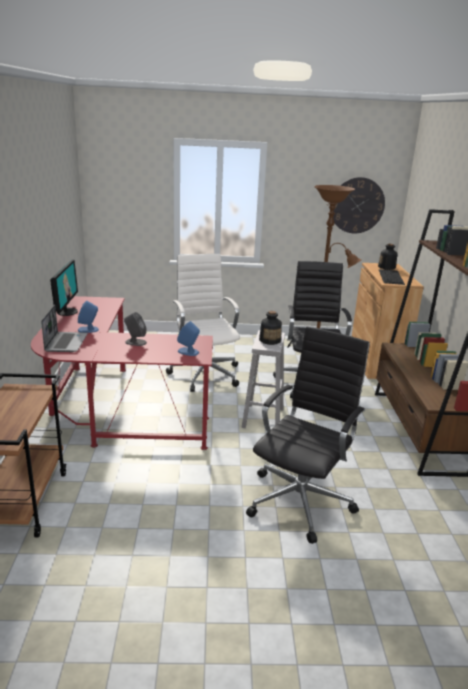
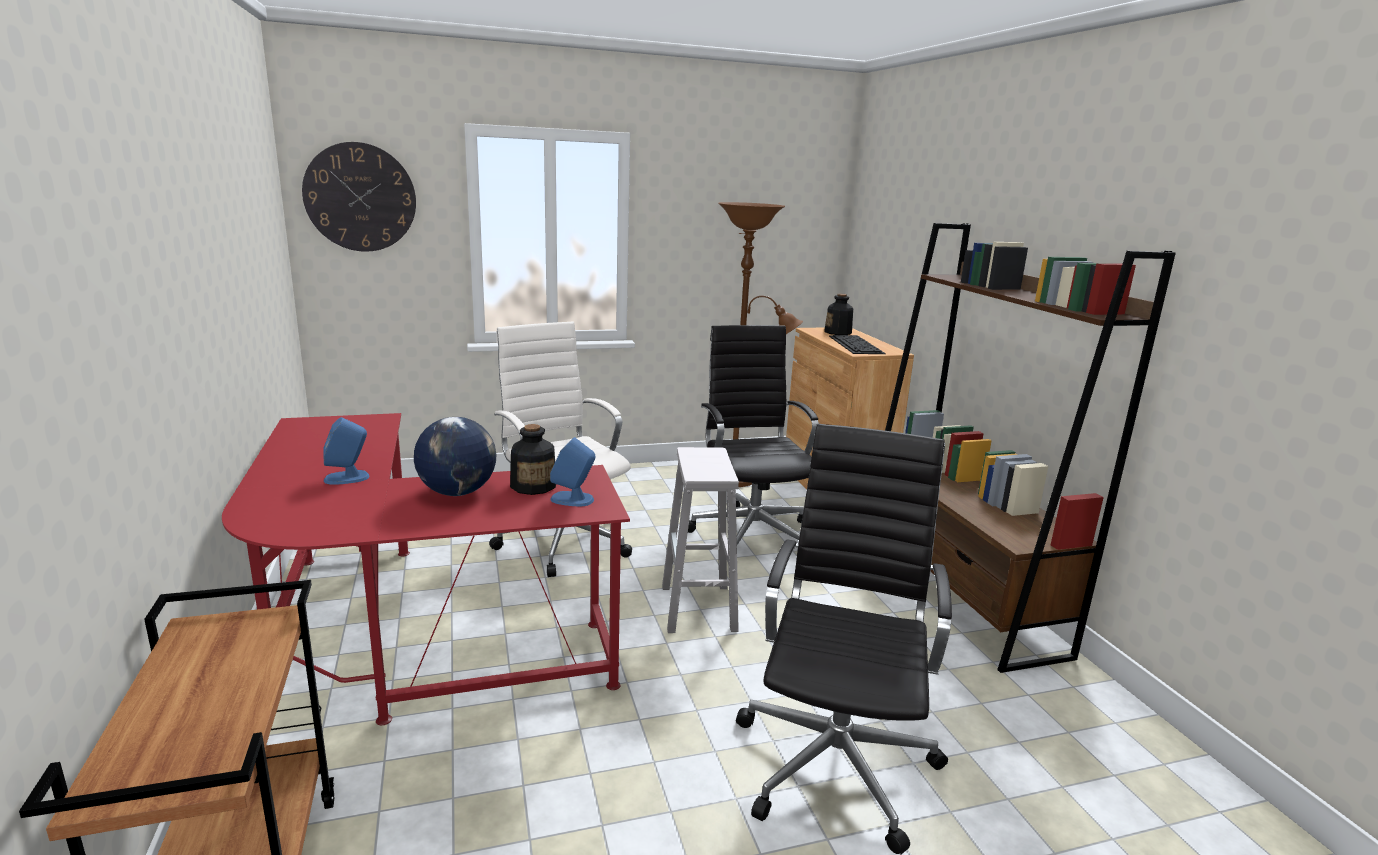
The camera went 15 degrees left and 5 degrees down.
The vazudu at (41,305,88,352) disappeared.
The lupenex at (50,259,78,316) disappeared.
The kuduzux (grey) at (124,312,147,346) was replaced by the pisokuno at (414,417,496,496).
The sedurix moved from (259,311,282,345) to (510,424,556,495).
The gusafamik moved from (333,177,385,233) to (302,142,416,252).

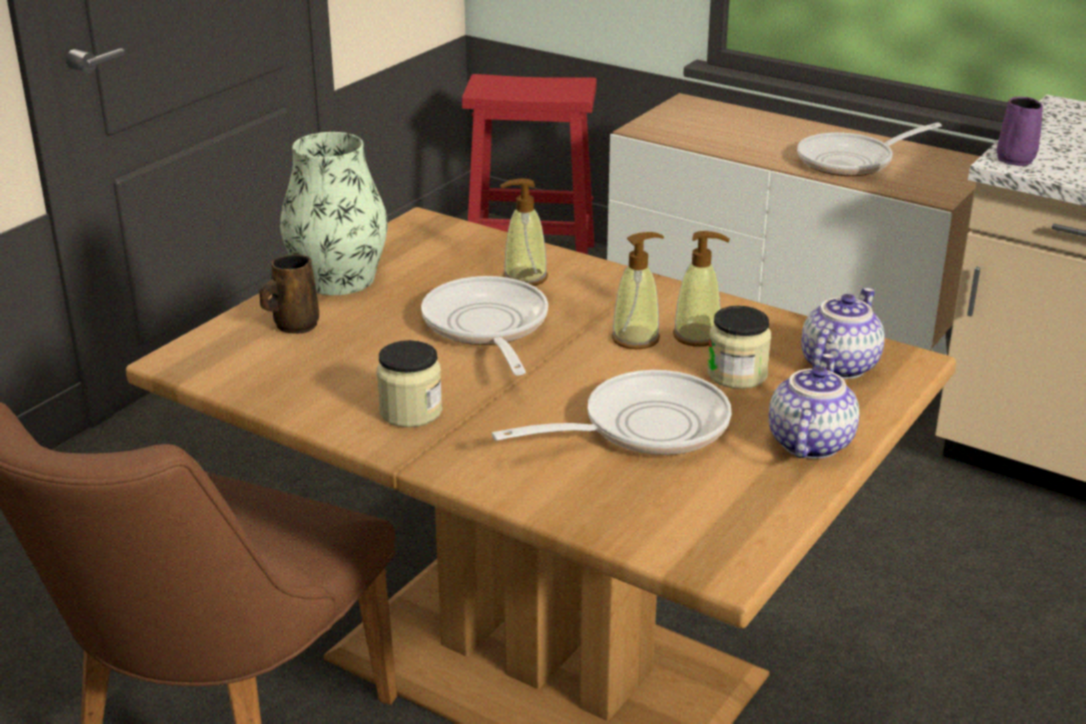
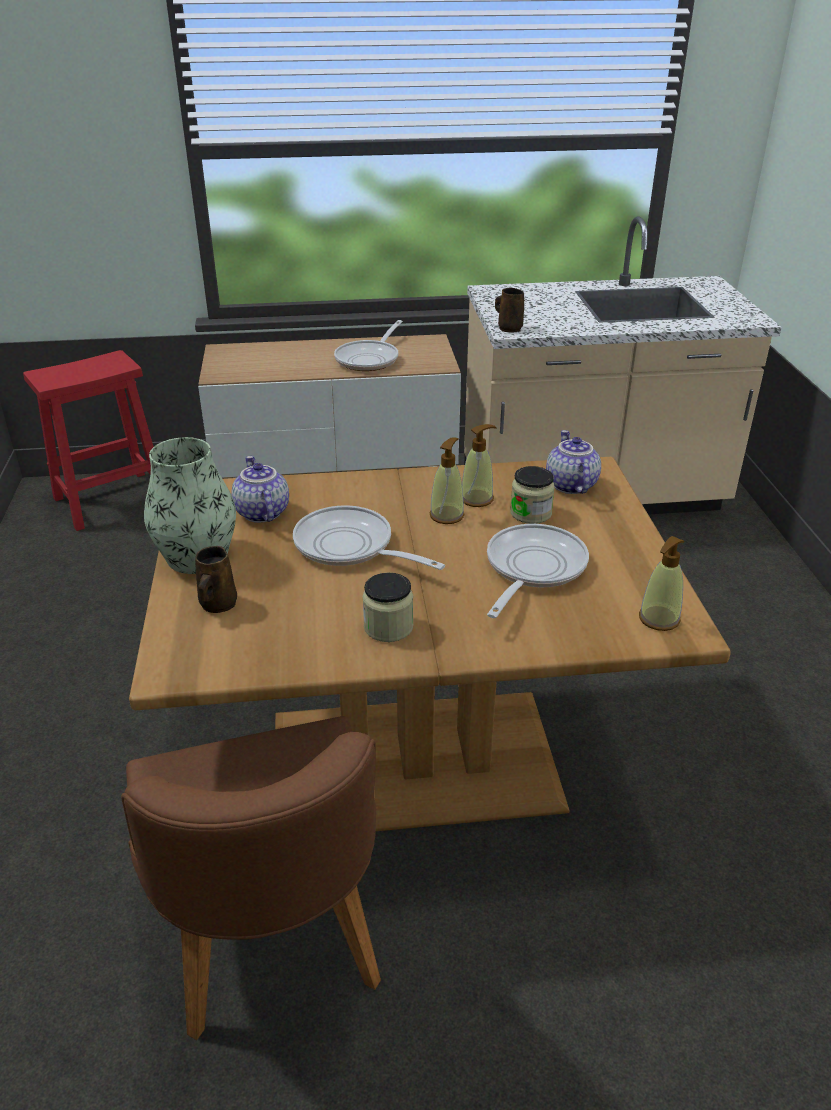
The camera went 40 degrees left and 5 degrees up.
The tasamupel moved from (500,178,548,286) to (639,536,684,631).
The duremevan moved from (769,353,859,459) to (231,456,289,523).
The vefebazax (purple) at (997,97,1043,166) became the vefebazax (brown) at (495,287,524,332).

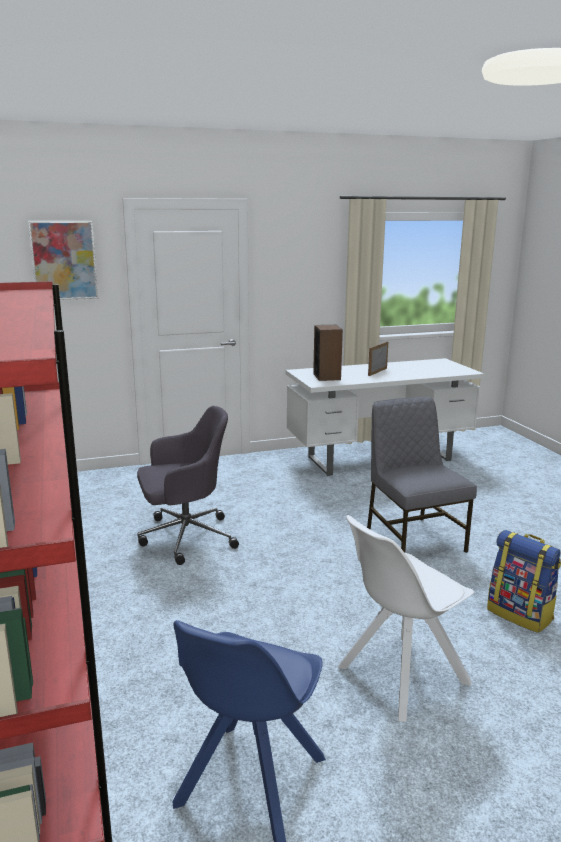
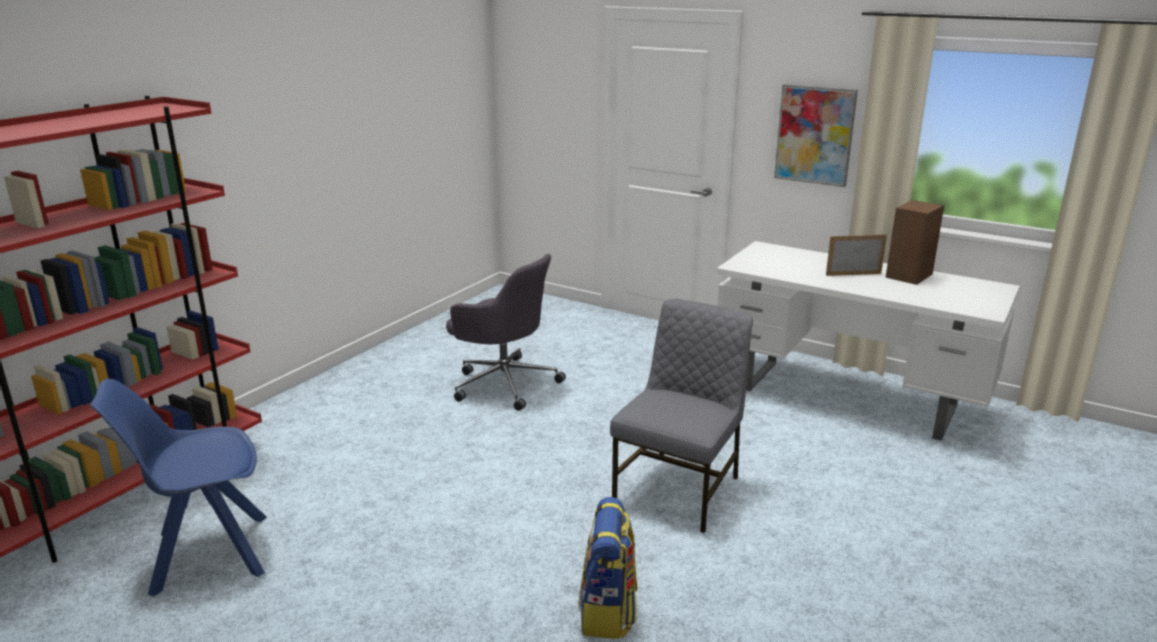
The camera went 50 degrees right and 5 degrees up.
The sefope moved from (28,221,98,300) to (774,84,858,187).
The kuduzux moved from (313,325,343,381) to (886,200,944,285).
The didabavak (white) at (338,515,474,722) disappeared.

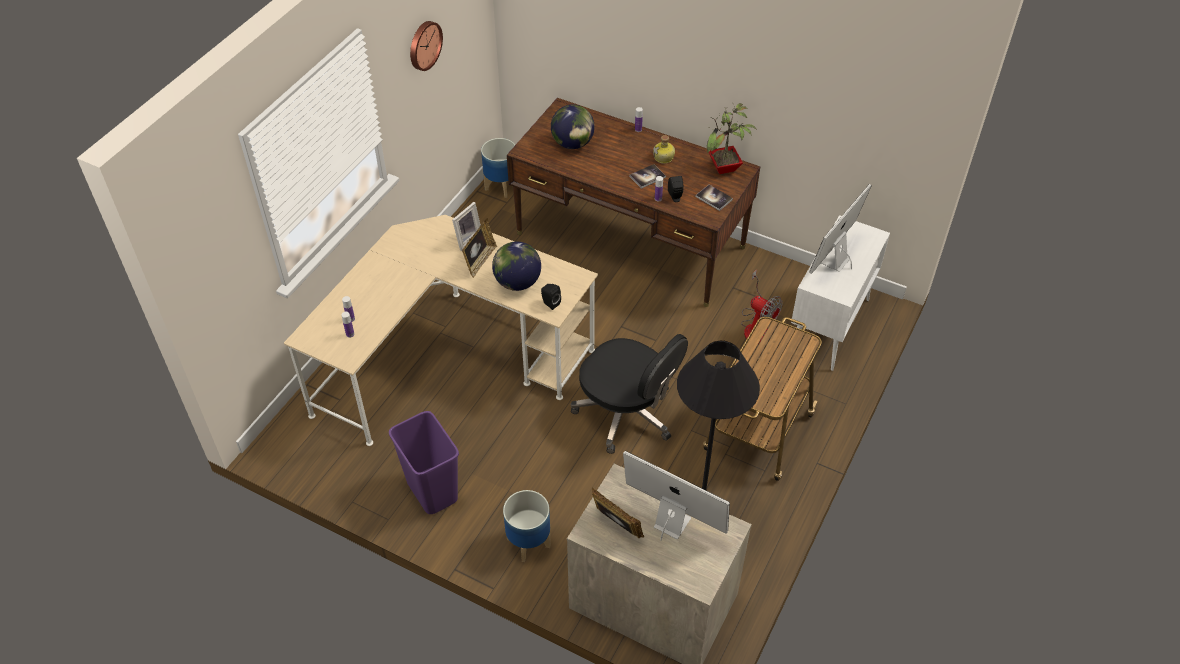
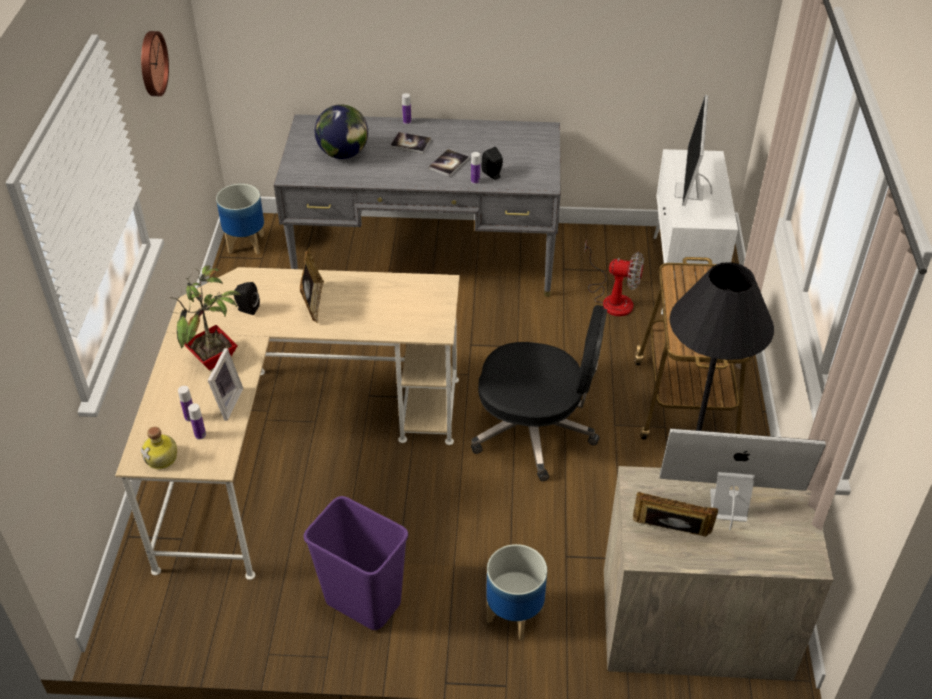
The camera went 25 degrees left and 5 degrees down.
The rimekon moved from (452,202,481,251) to (208,348,243,421).
The pisokuno at (492,242,541,291) disappeared.
The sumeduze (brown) at (507,98,760,307) became the sumeduze (grey) at (274,114,560,297).
The kuduzux (black) moved from (541,284,561,310) to (234,282,260,315).
The sedurix moved from (653,135,675,164) to (141,427,177,469).
The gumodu moved from (696,185,733,211) to (390,132,431,154).
The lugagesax moved from (707,102,757,174) to (169,265,242,370).

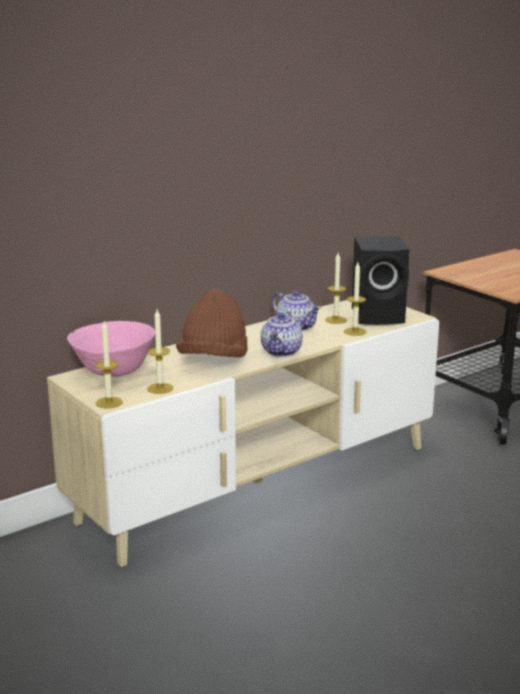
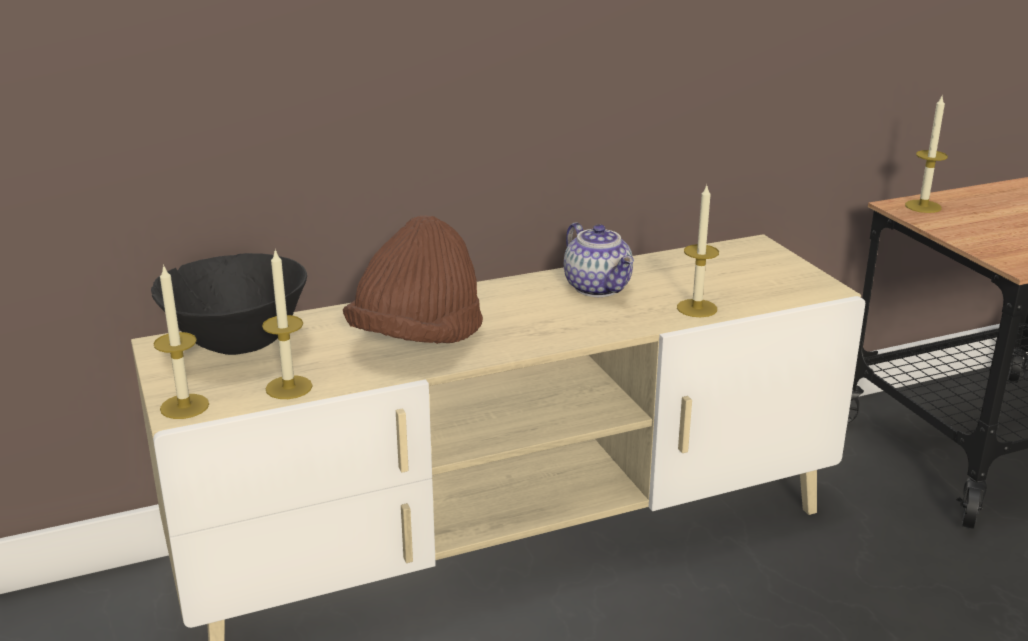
The camera went 15 degrees right and 5 degrees up.
The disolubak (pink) at (67,321,155,377) became the disolubak (black) at (151,253,307,355).
The duremevan at (261,312,303,357) disappeared.
The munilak moved from (325,253,347,324) to (905,94,948,213).
The kuduzux (black) at (352,236,409,325) disappeared.

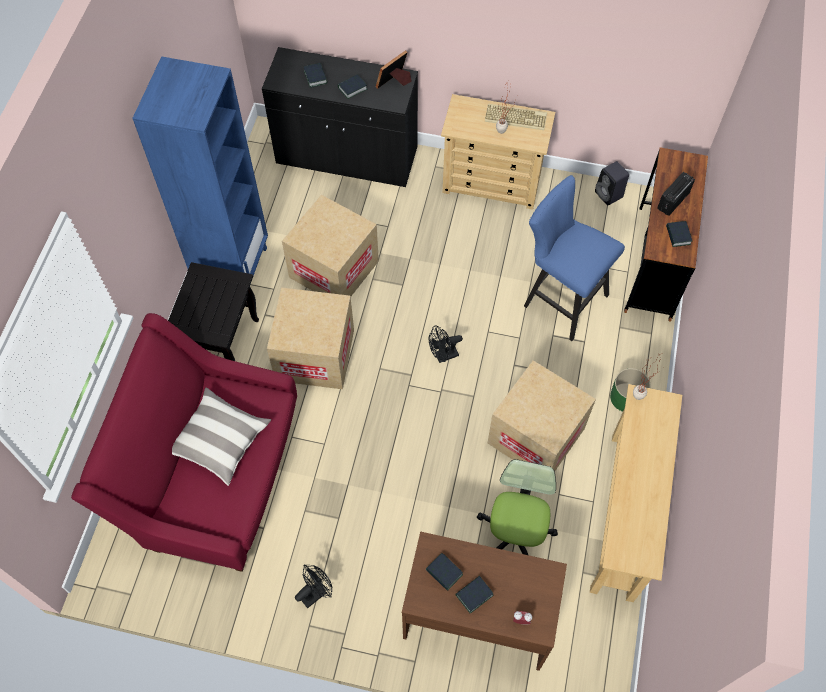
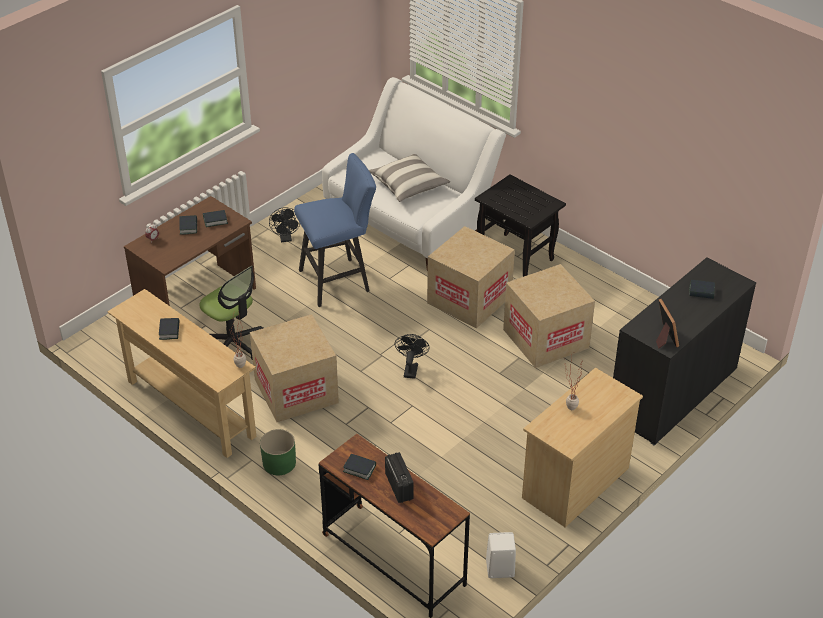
The camera went 120 degrees right and 20 degrees down.
The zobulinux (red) at (71,313,297,572) became the zobulinux (white) at (322,77,506,271).
The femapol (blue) at (132,56,268,276) disappeared.
The gumodu moved from (338,74,367,99) to (159,318,180,340).
The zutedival at (485,104,547,130) disappeared.
The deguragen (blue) moved from (524,175,625,341) to (294,153,376,307).
The kuduzux (black) at (595,161,629,205) became the kuduzux (white) at (486,532,516,578).

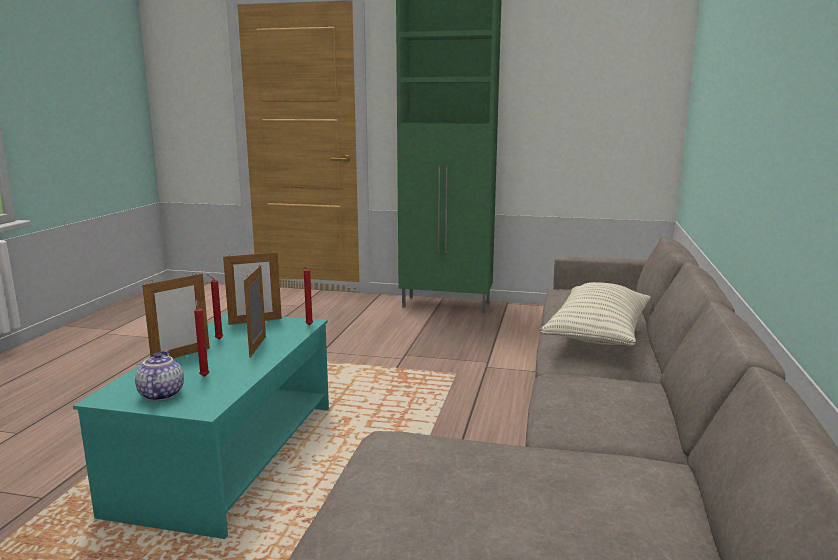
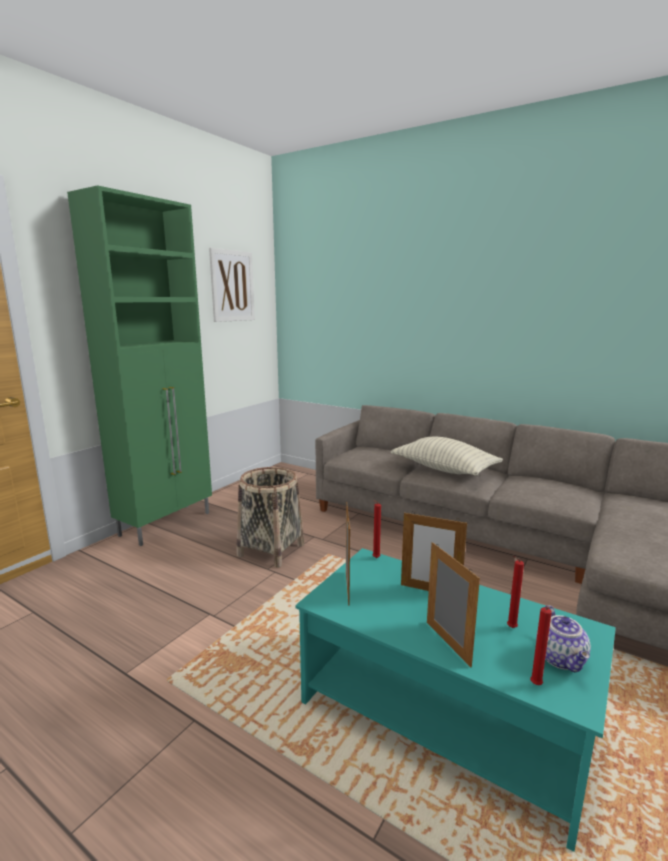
The camera went 70 degrees left and 0 degrees up.
The duremevan at (135,351,184,401) turned 105 degrees counterclockwise.
The munilak (red) moved from (206,274,223,340) to (530,607,552,685).
The sefope at (209,248,255,322) appeared.
The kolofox at (237,467,304,567) appeared.

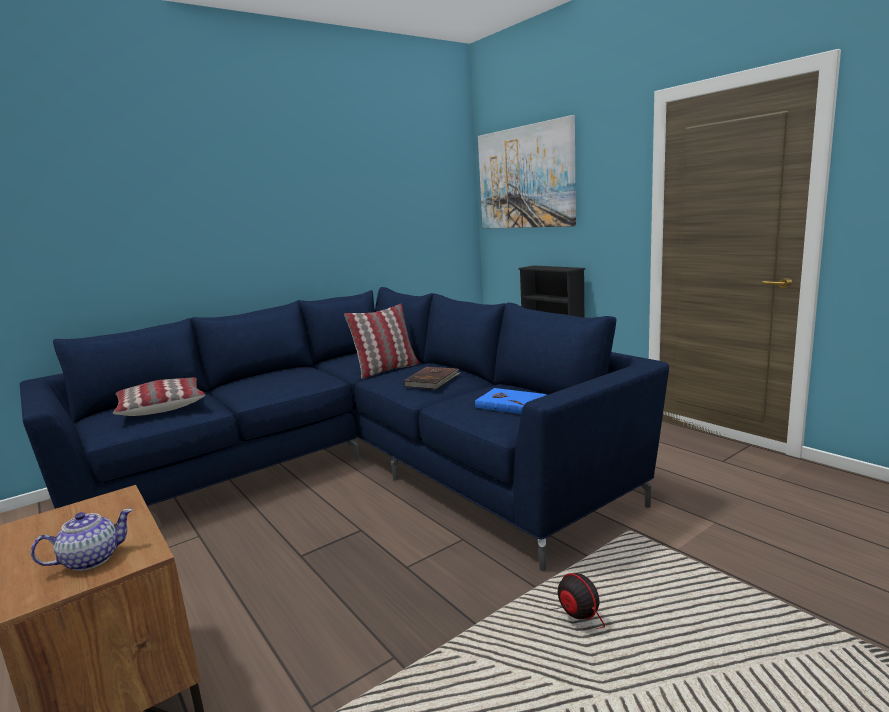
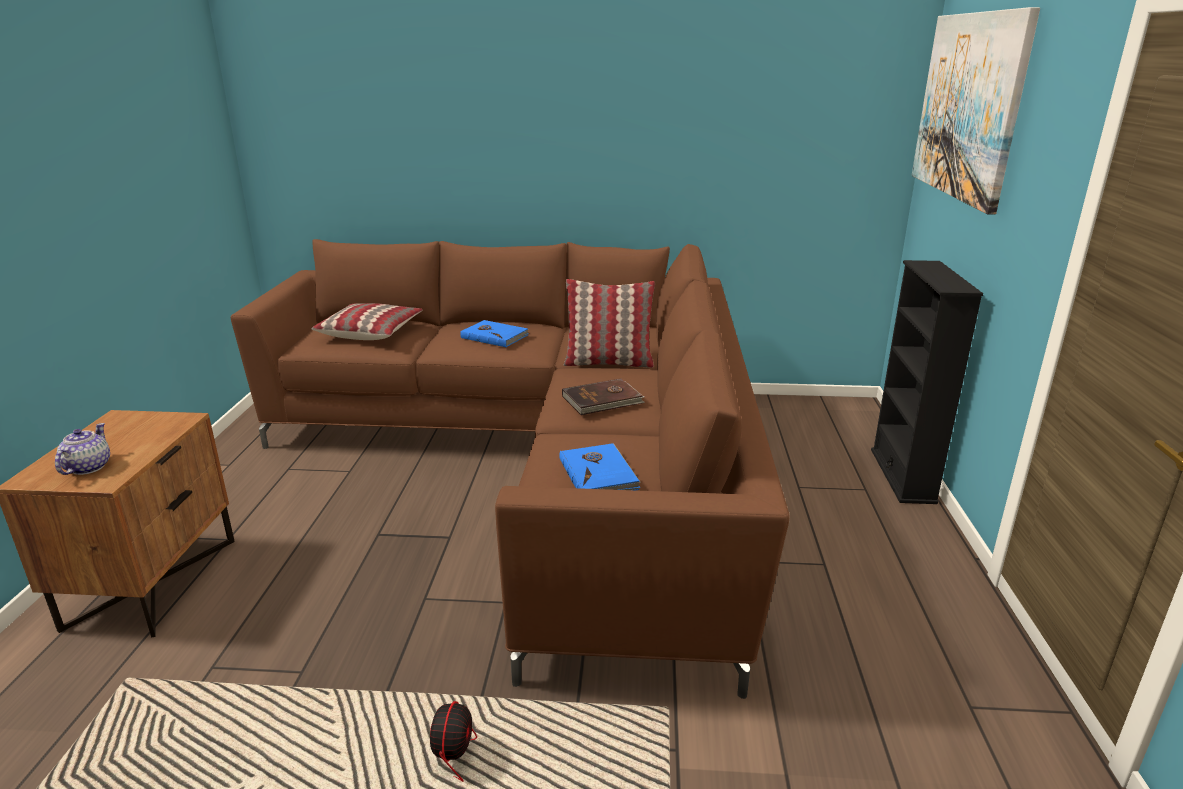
The camera went 40 degrees right and 10 degrees up.
The zobulinux (blue) at (20,287,669,571) became the zobulinux (brown) at (231,239,790,699).
The duremevan at (31,508,133,571) turned 90 degrees counterclockwise.
The gumodu (blue) at (460,320,529,347) appeared.

